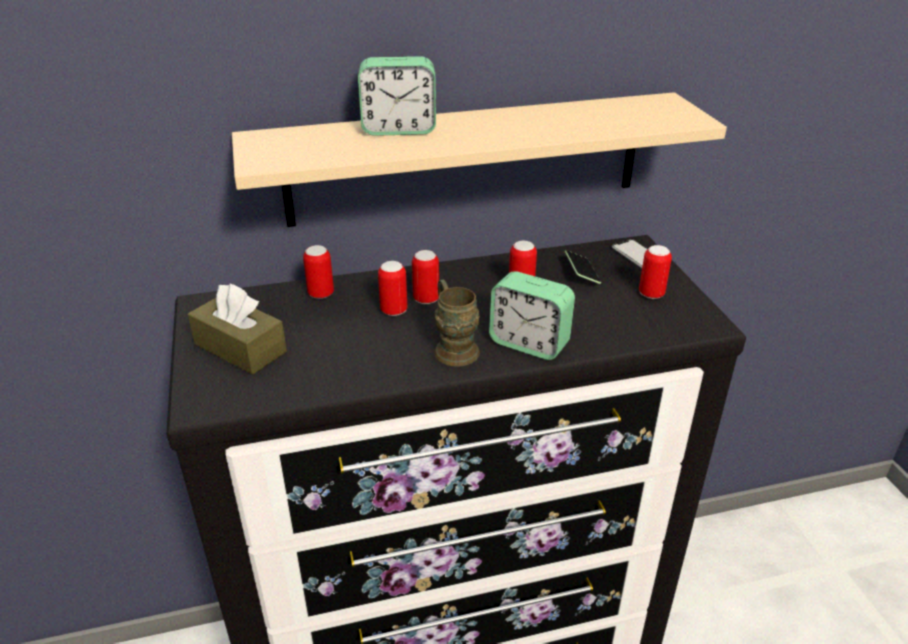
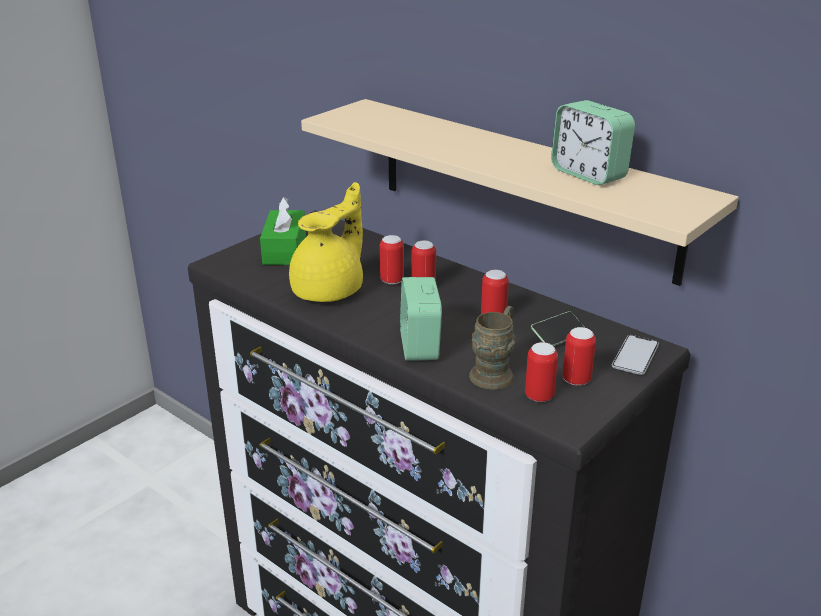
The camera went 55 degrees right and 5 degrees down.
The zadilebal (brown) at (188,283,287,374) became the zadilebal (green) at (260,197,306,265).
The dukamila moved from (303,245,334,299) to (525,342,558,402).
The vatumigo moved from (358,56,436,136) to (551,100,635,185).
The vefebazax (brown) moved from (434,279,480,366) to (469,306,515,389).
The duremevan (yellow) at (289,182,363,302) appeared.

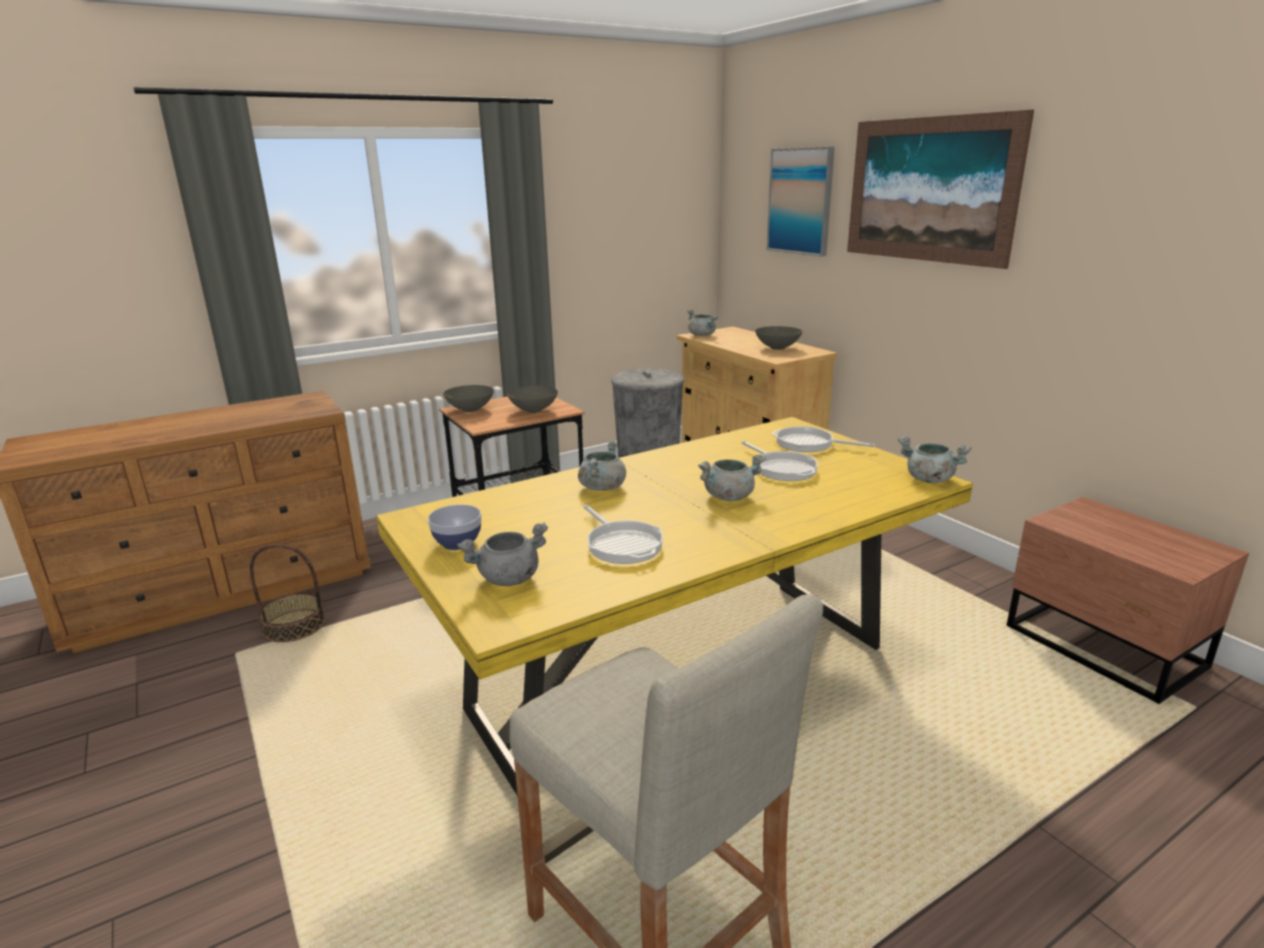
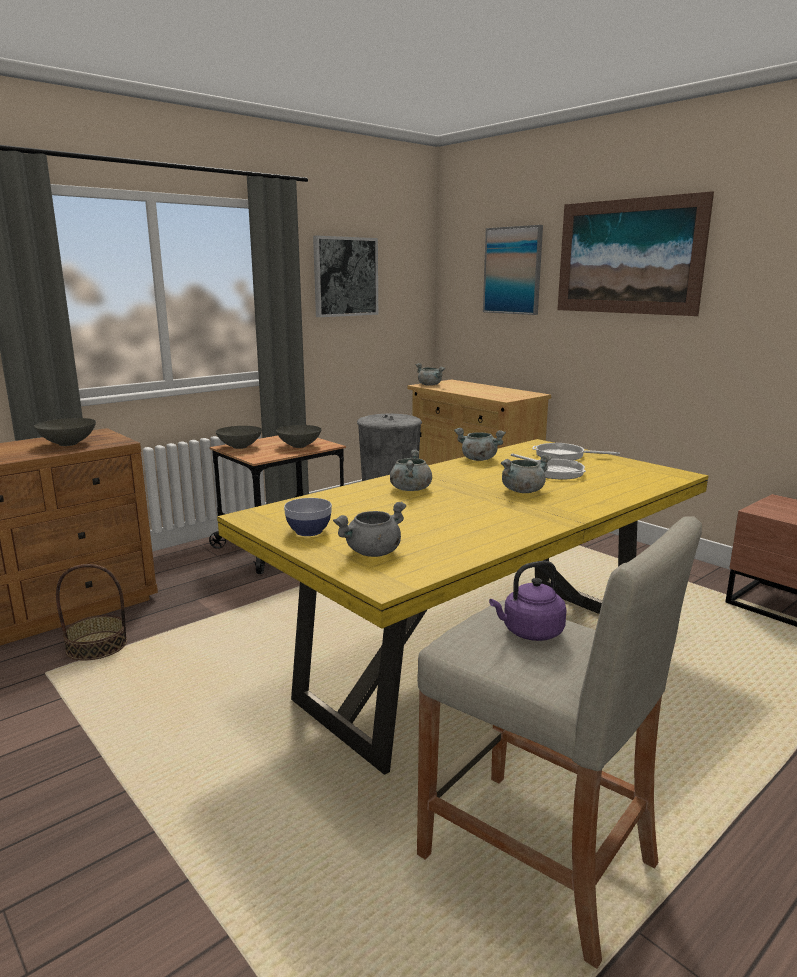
The camera went 10 degrees left and 5 degrees down.
The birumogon at (583,505,663,564) disappeared.
The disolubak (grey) moved from (755,326,802,350) to (34,418,96,446).
The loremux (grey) moved from (898,436,972,483) to (454,428,506,461).
The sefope at (313,235,378,317) appeared.
The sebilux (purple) at (489,561,567,641) appeared.

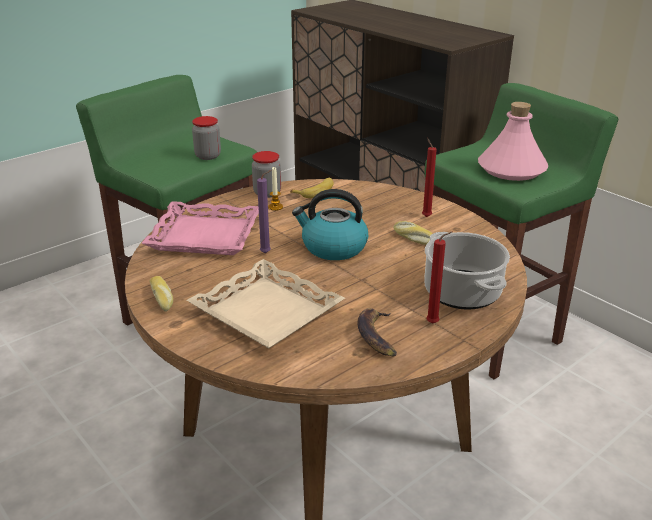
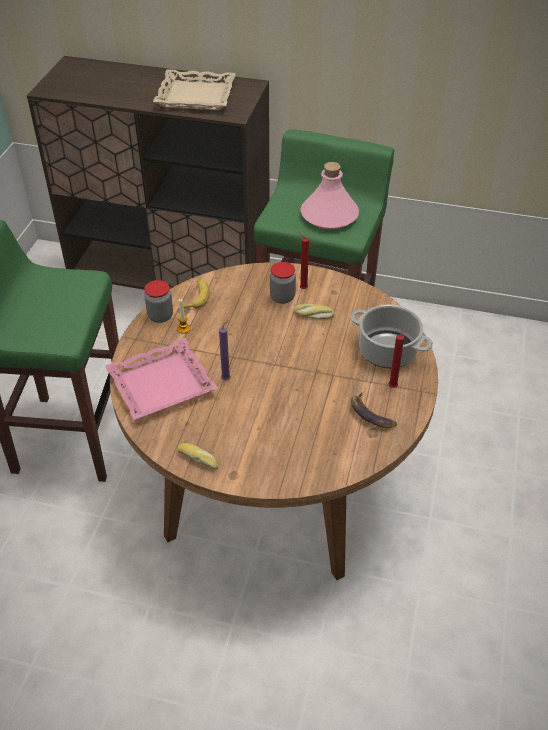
The camera went 35 degrees left and 15 degrees up.
The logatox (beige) moved from (187,259,345,348) to (153,69,236,110).
The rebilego moved from (192,116,221,160) to (270,262,296,304).
The sebilux at (292,189,368,260) disappeared.

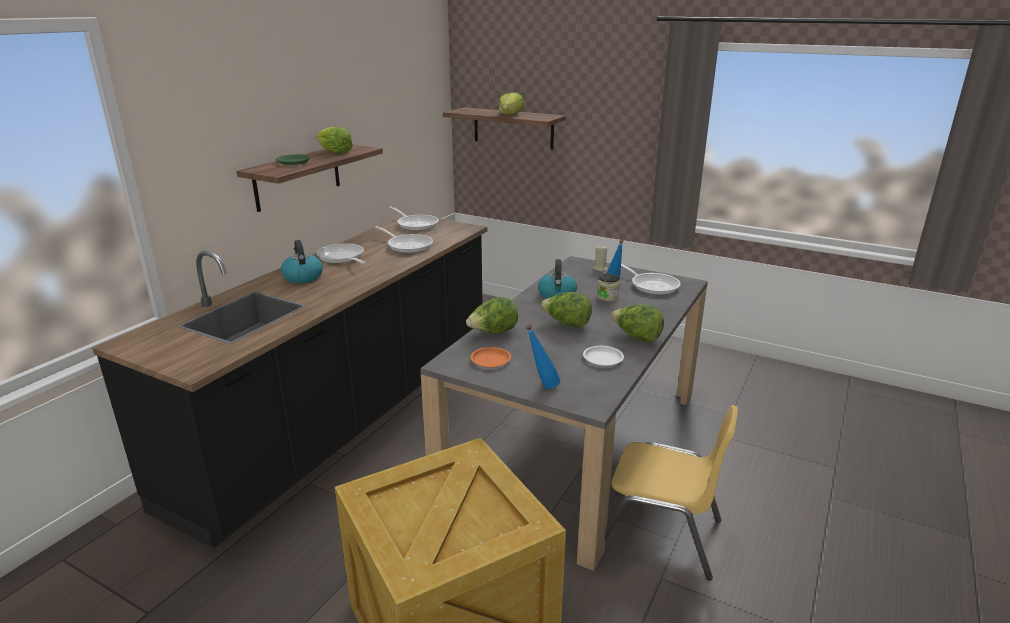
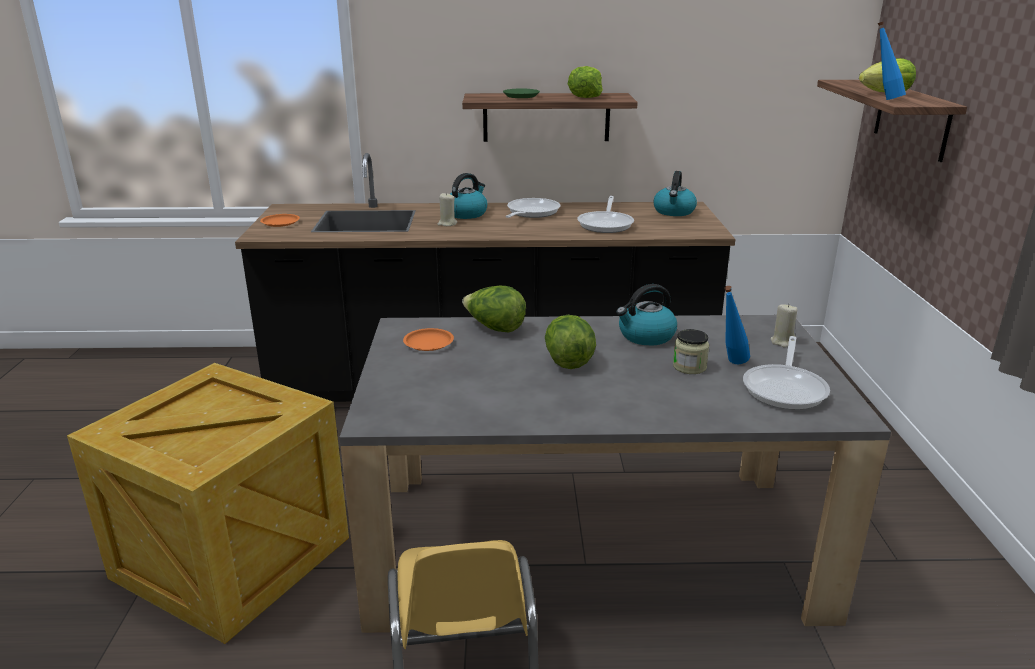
The camera went 60 degrees right and 0 degrees up.
The birumogon at (389,206,439,231) was replaced by the sebilux at (654,171,697,216).
The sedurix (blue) moved from (526,325,560,389) to (878,21,906,100).
The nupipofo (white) at (583,346,624,366) disappeared.
The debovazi at (611,304,664,342) disappeared.
The nupipofo (orange) at (260,214,300,227) appeared.
The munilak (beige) at (437,193,457,226) appeared.

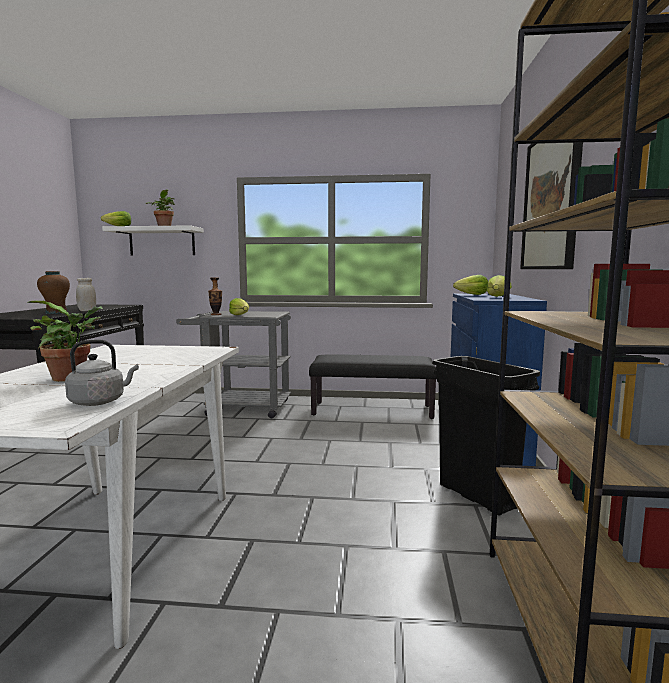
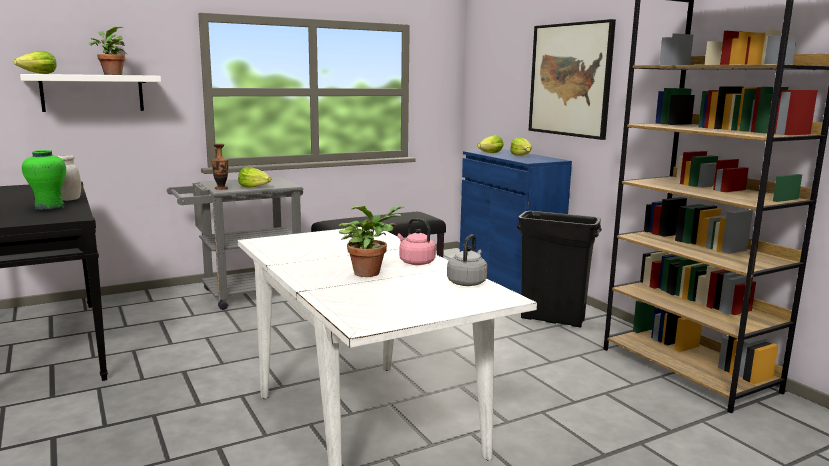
The camera went 35 degrees left and 5 degrees up.
The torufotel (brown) at (37,271,70,314) became the torufotel (green) at (22,150,66,210).
The sebilux (pink) at (398,218,436,265) appeared.

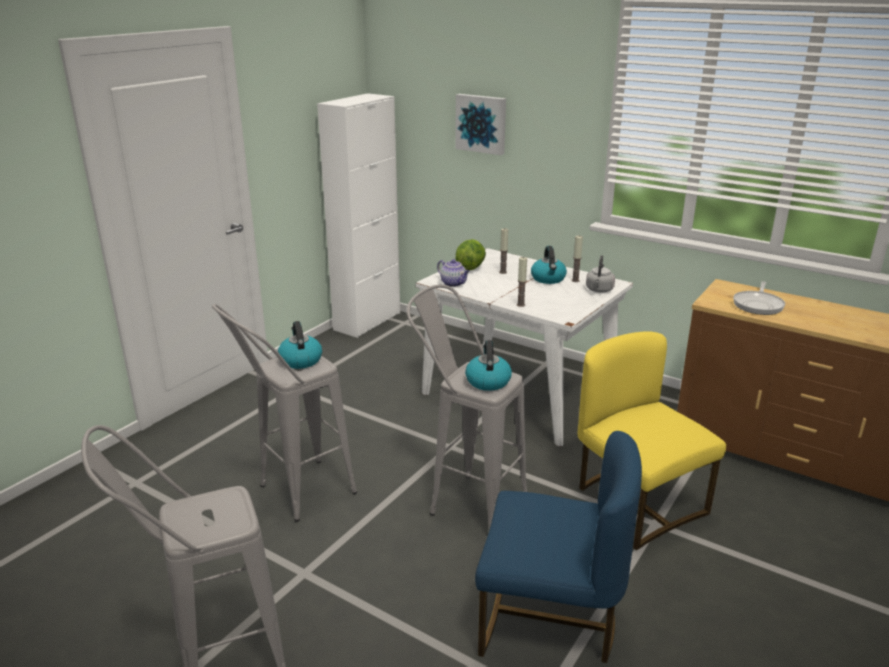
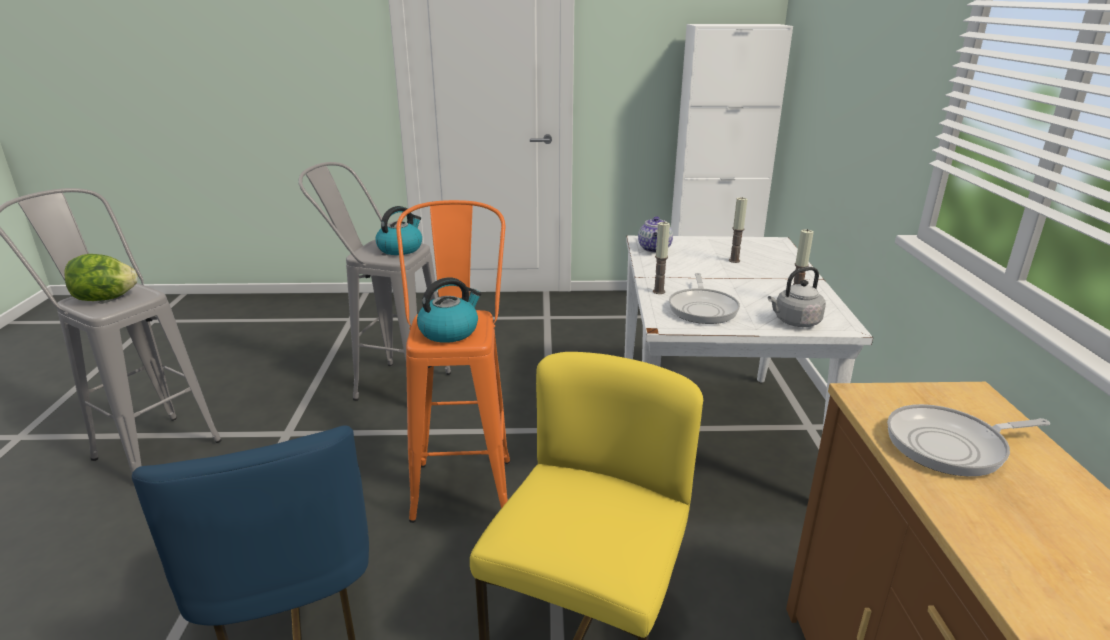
The camera went 55 degrees right and 0 degrees up.
The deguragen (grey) at (407,285,527,529) became the deguragen (orange) at (396,200,510,523).
The sefope at (455,94,506,155) disappeared.
The debovazi moved from (455,239,486,270) to (65,254,138,301).
The sebilux at (531,246,567,284) disappeared.
The birumogon at (669,273,740,324) appeared.

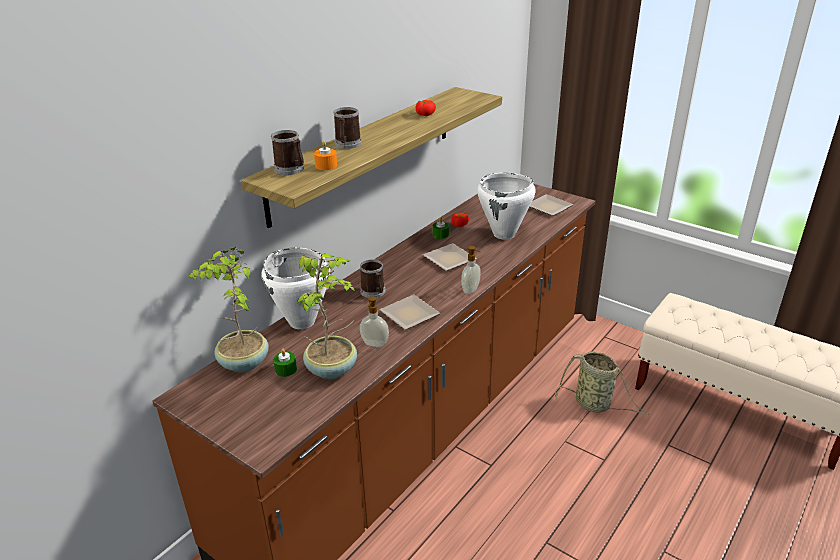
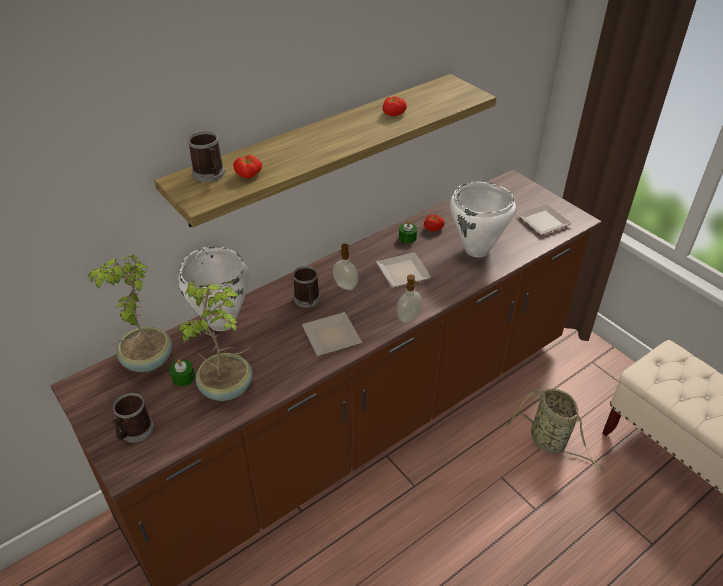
The camera went 15 degrees right and 10 degrees up.
The munilak (orange) at (314,141,337,170) was replaced by the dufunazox at (233,155,262,178).
The vefebazax moved from (334,107,362,149) to (112,393,154,443).
The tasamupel moved from (360,296,389,347) to (333,244,358,290).

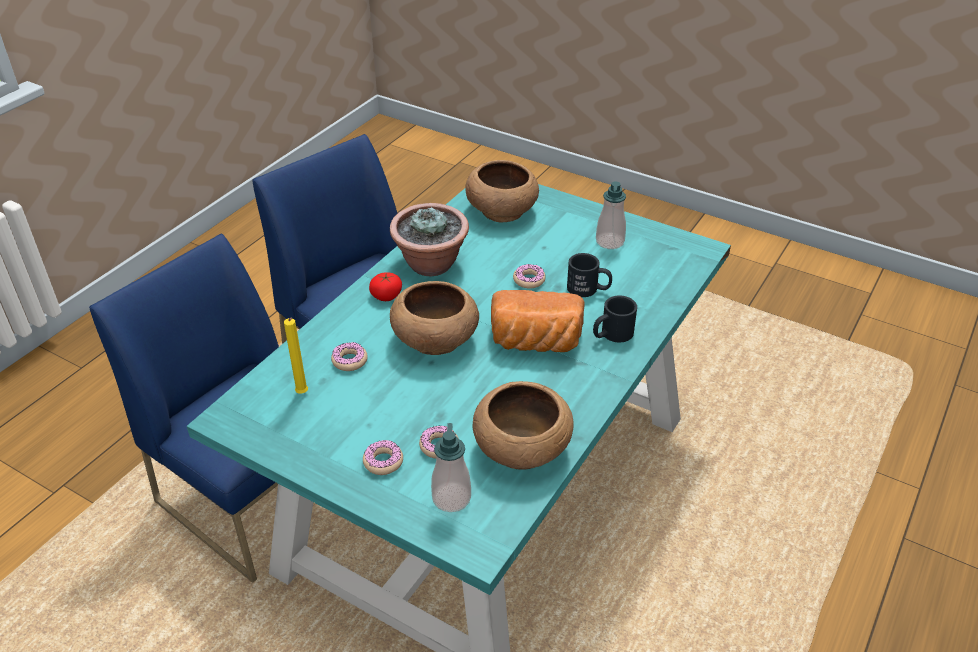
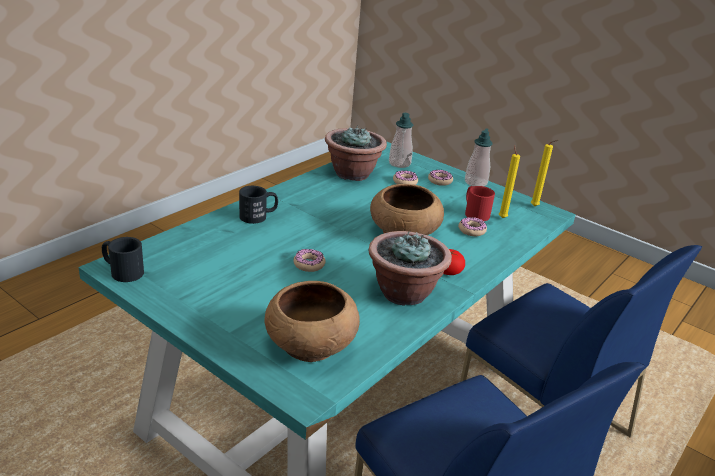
The camera went 175 degrees left and 10 degrees down.
The disolubak (brown) at (473,381,574,470) was replaced by the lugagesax at (325,125,387,181).
The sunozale at (491,290,585,352) disappeared.
The vefebazax (black) moved from (567,253,612,297) to (102,237,144,282).
The tasamupel moved from (596,182,626,249) to (465,129,493,186).
The vefebazax (red) at (465,186,495,221) appeared.
The munilak (yellow) at (531,140,558,206) appeared.

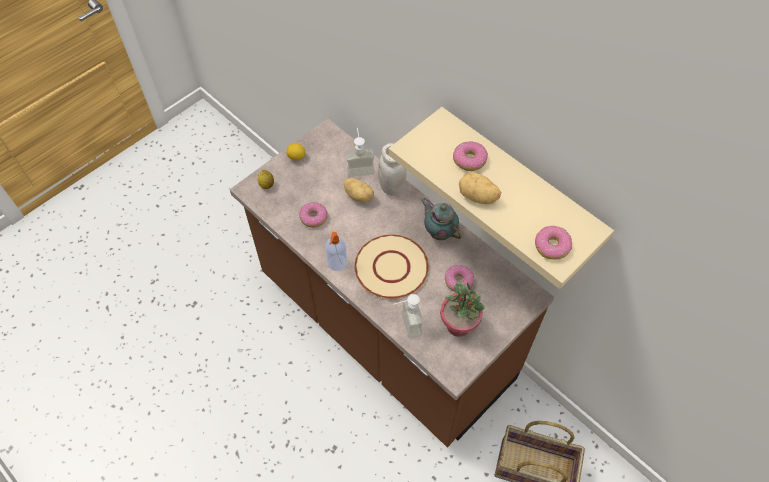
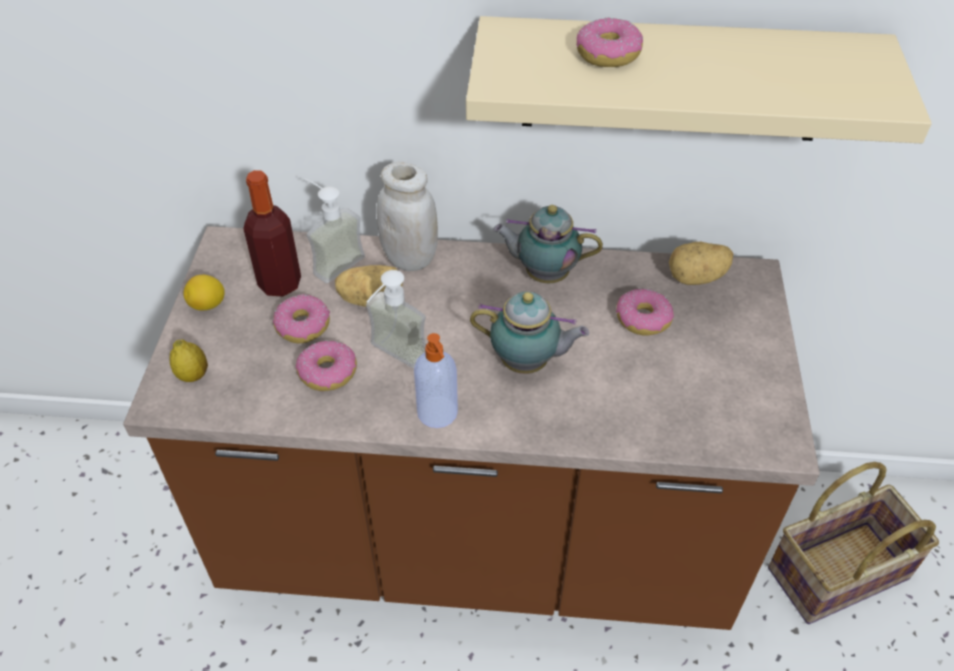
The camera went 40 degrees left and 10 degrees down.
The nupipofo (beige) at (355,235,429,299) was replaced by the duremevan at (470,291,589,374).
The tasamupel moved from (393,294,423,339) to (366,270,426,368).
The lugagesax at (440,281,485,337) disappeared.
The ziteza moved from (459,172,501,204) to (669,242,733,285).
The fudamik moved from (535,226,572,260) to (273,294,330,343).
The sedurix at (243,170,301,296) appeared.

